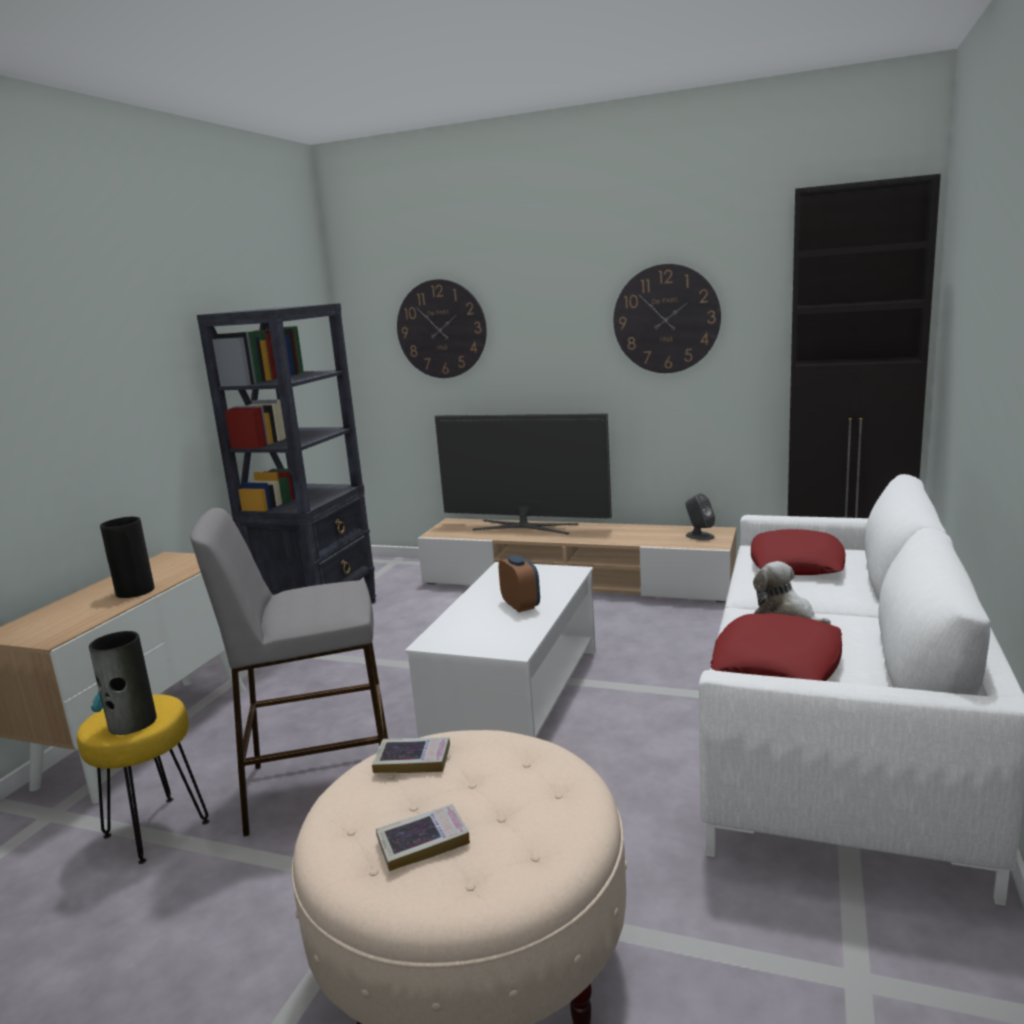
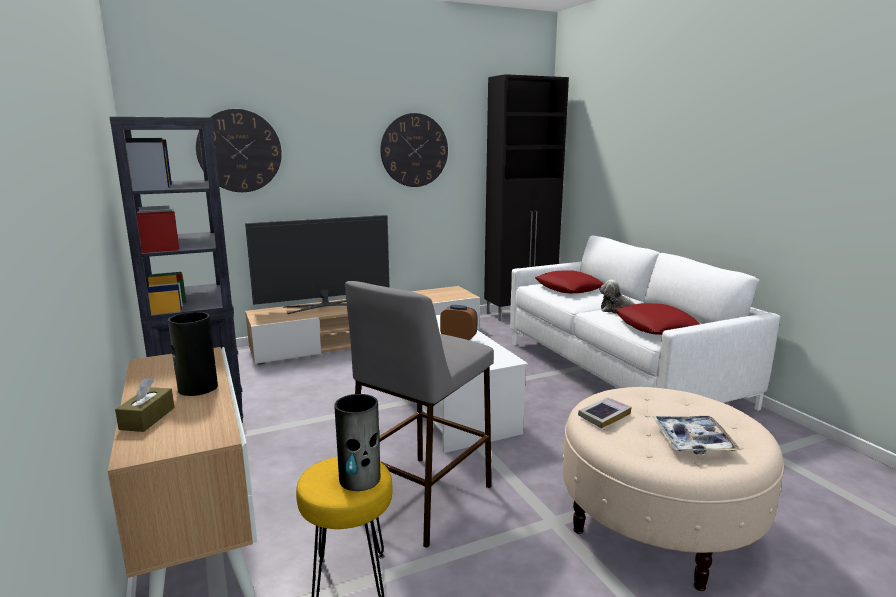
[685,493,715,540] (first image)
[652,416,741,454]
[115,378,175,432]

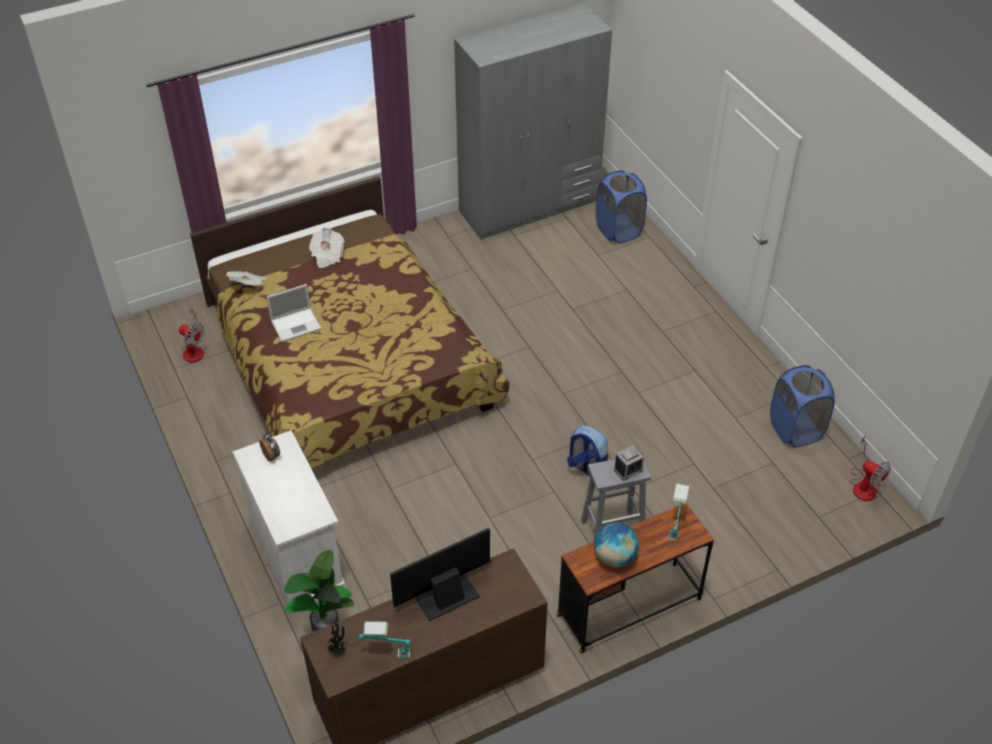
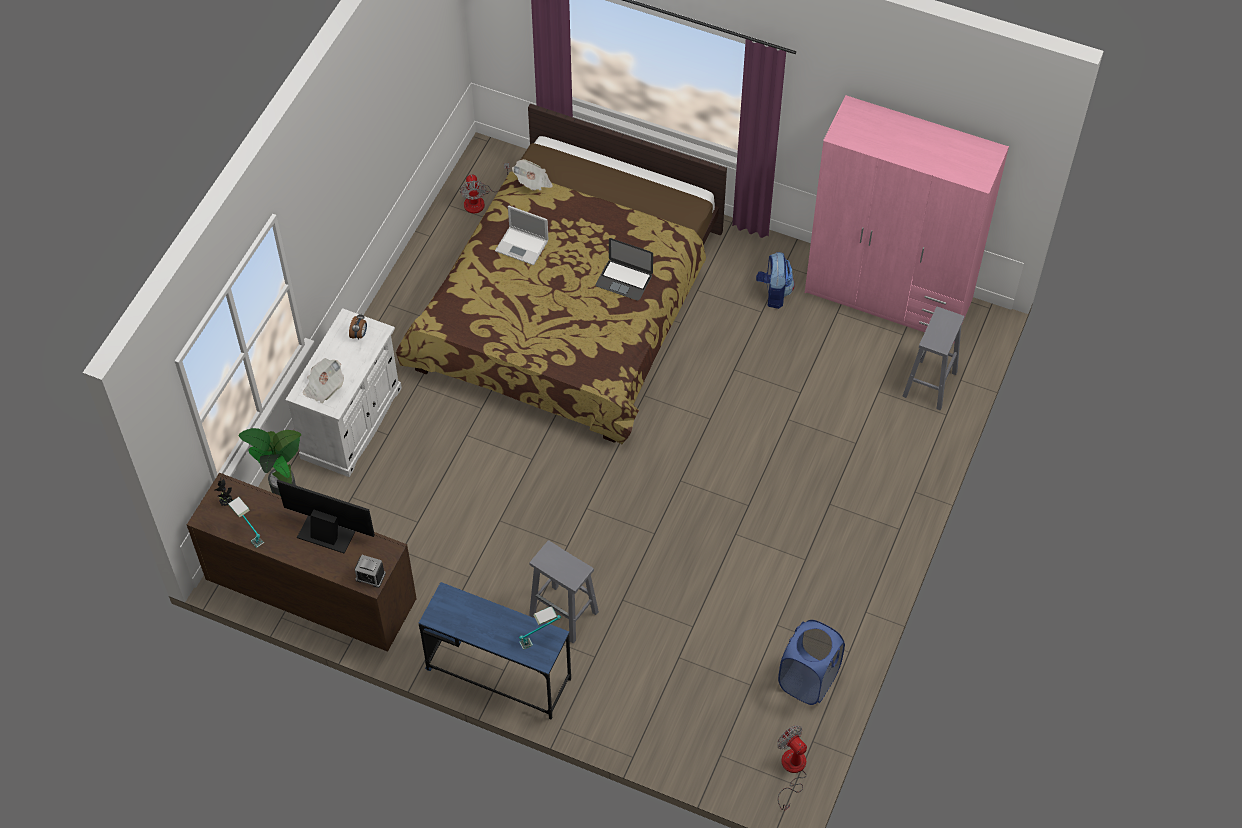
[805,95,1009,342]
[902,307,964,411]
[303,358,344,403]
[756,252,795,309]
[777,725,807,811]
[355,555,386,588]
[419,582,571,720]
[594,522,639,567] (first image)
[596,238,653,301]

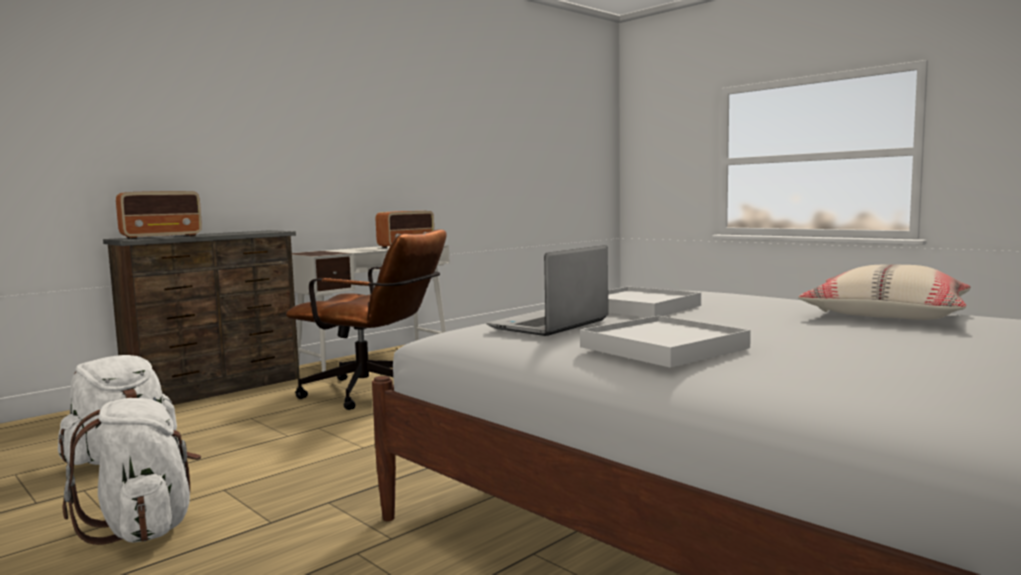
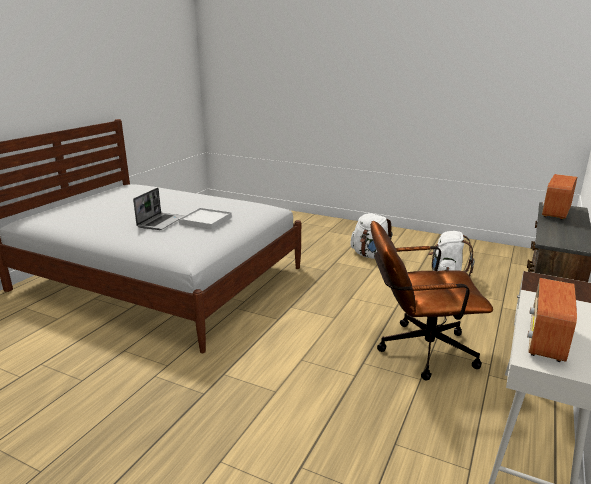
[133,188,184,230]
[799,265,971,320] (first image)
[580,316,751,368] (first image)

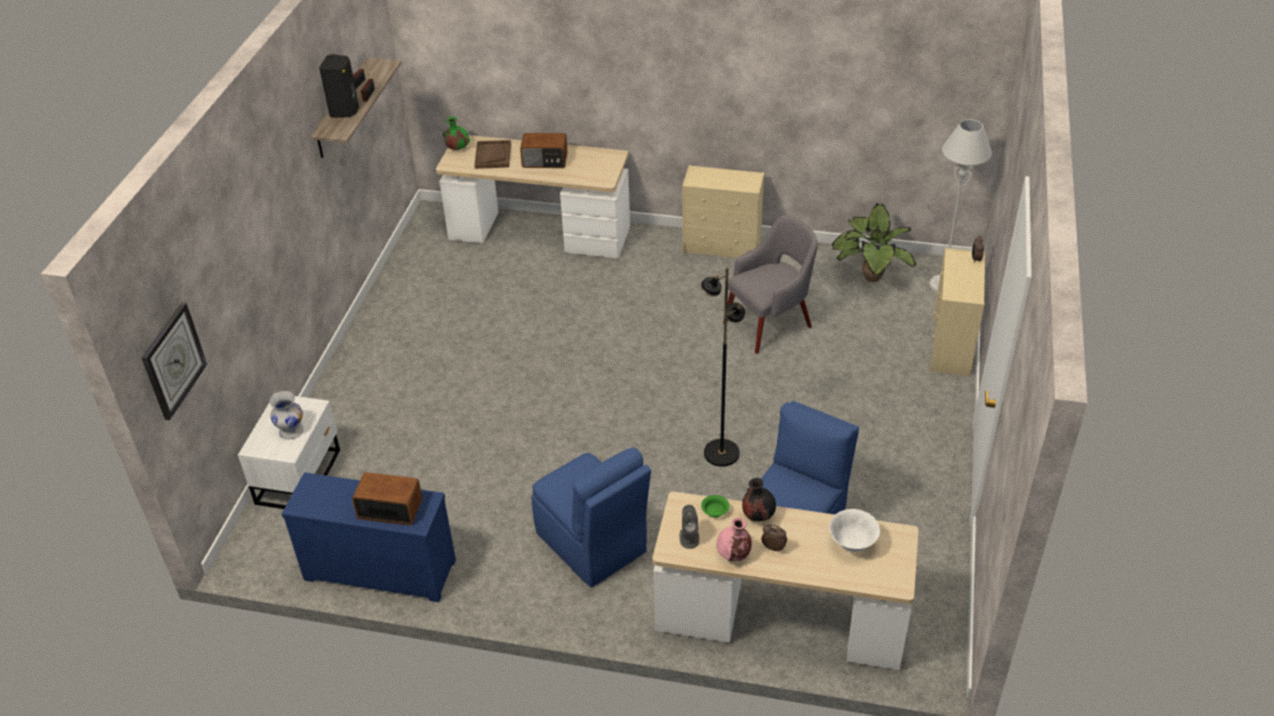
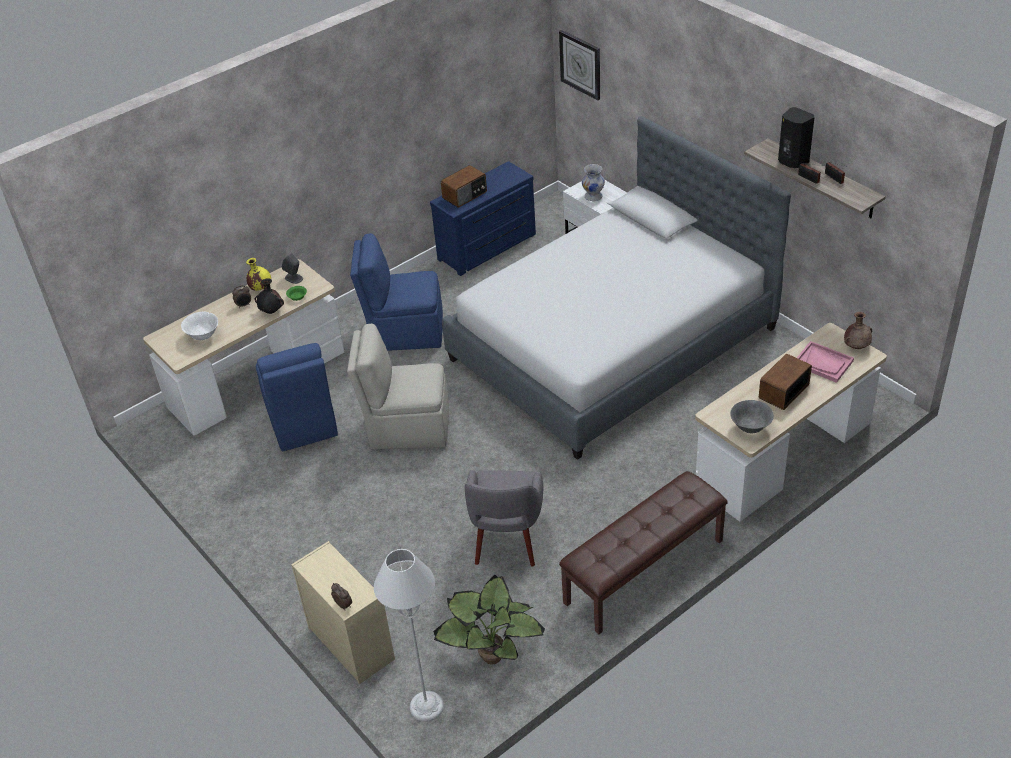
[844,312,872,349]
[797,341,854,383]
[559,471,728,634]
[347,324,449,449]
[246,258,271,291]
[442,116,791,460]
[730,400,774,434]

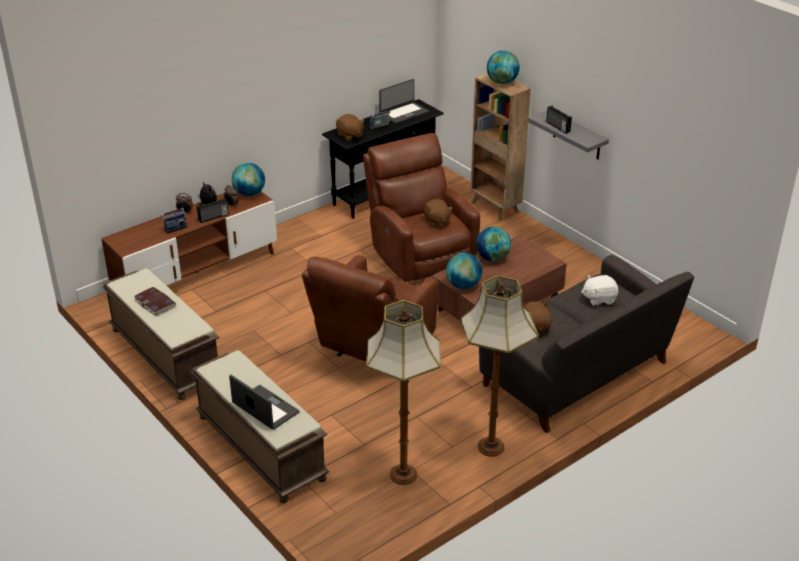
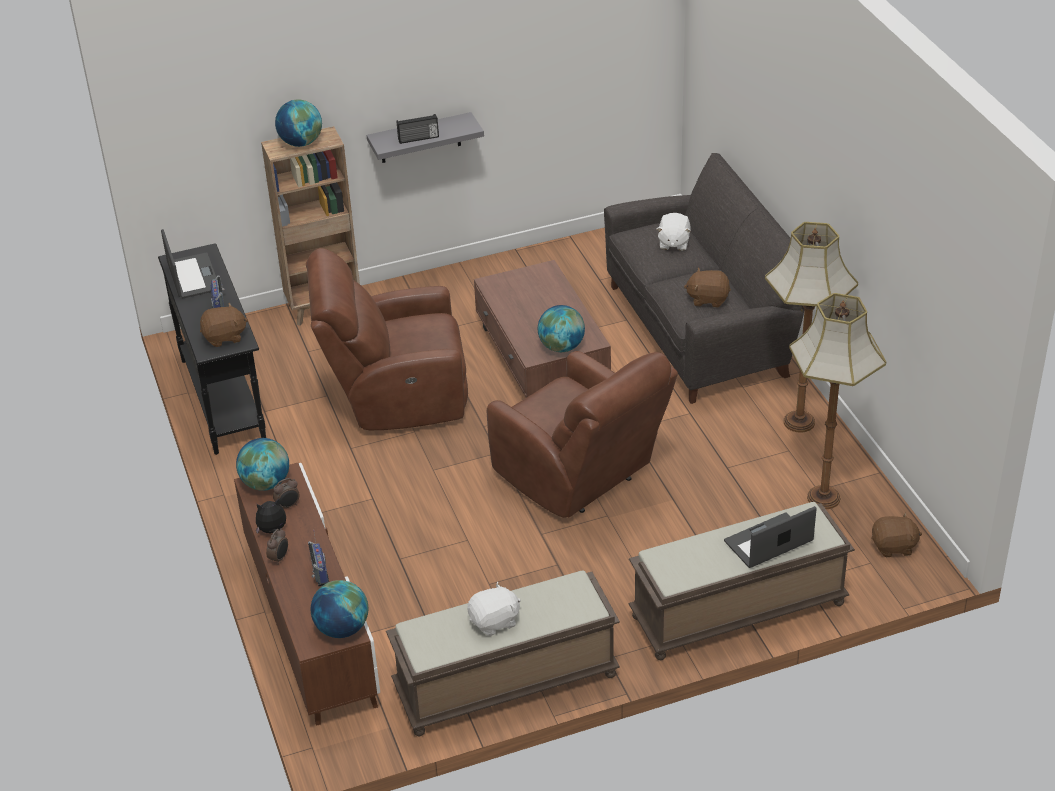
[197,198,229,223] (first image)
[871,513,922,557]
[311,580,368,638]
[467,582,521,636]

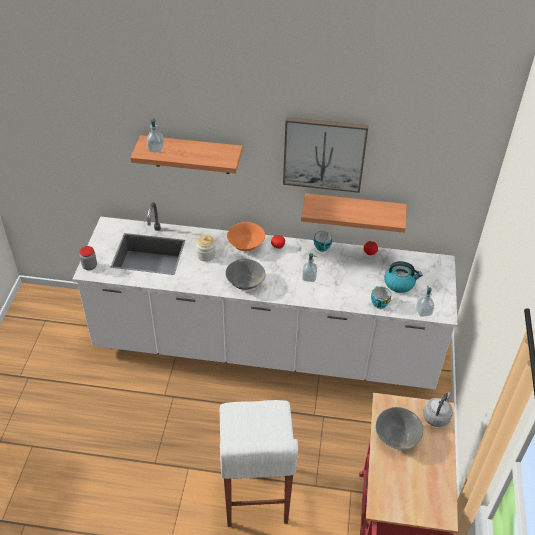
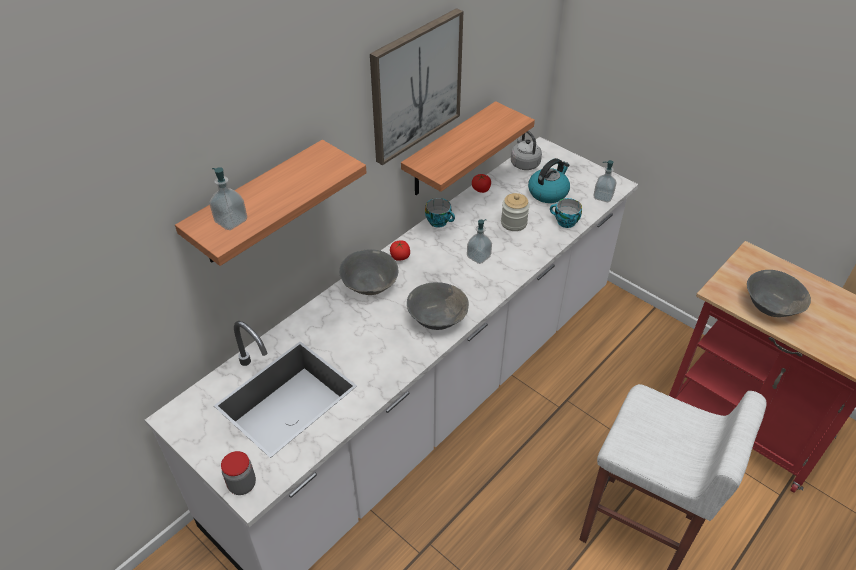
[339,249,398,295]
[501,193,530,231]
[511,131,542,170]

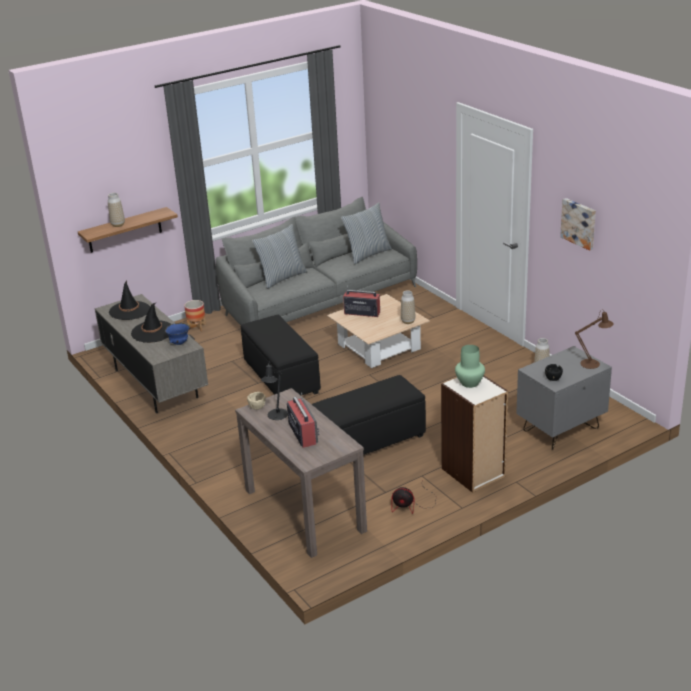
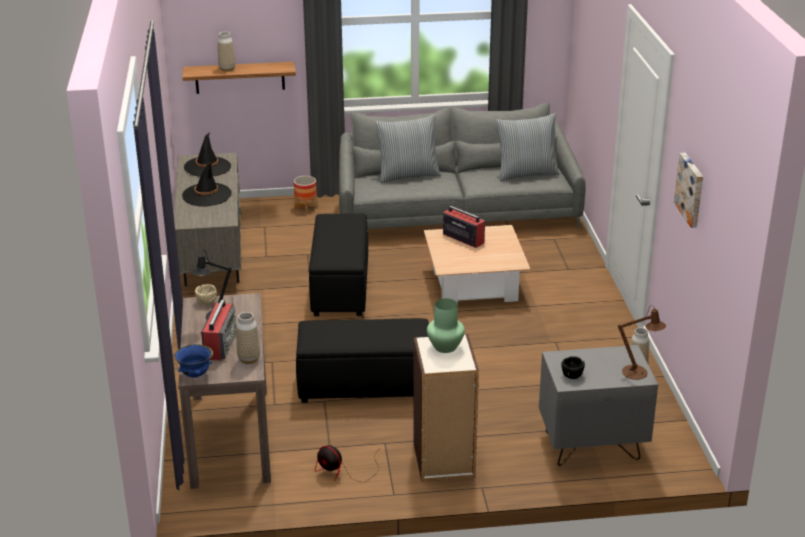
[236,312,260,364]
[175,344,213,378]

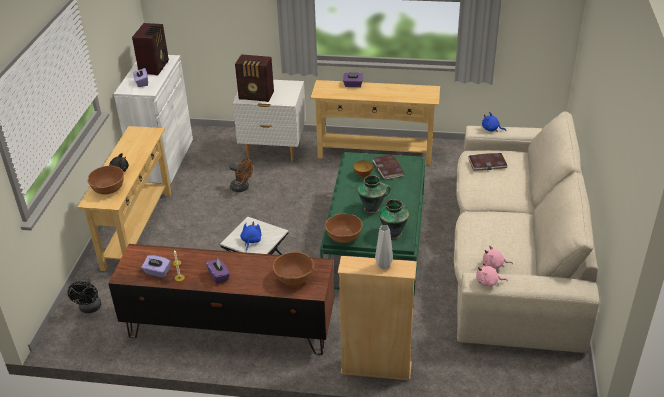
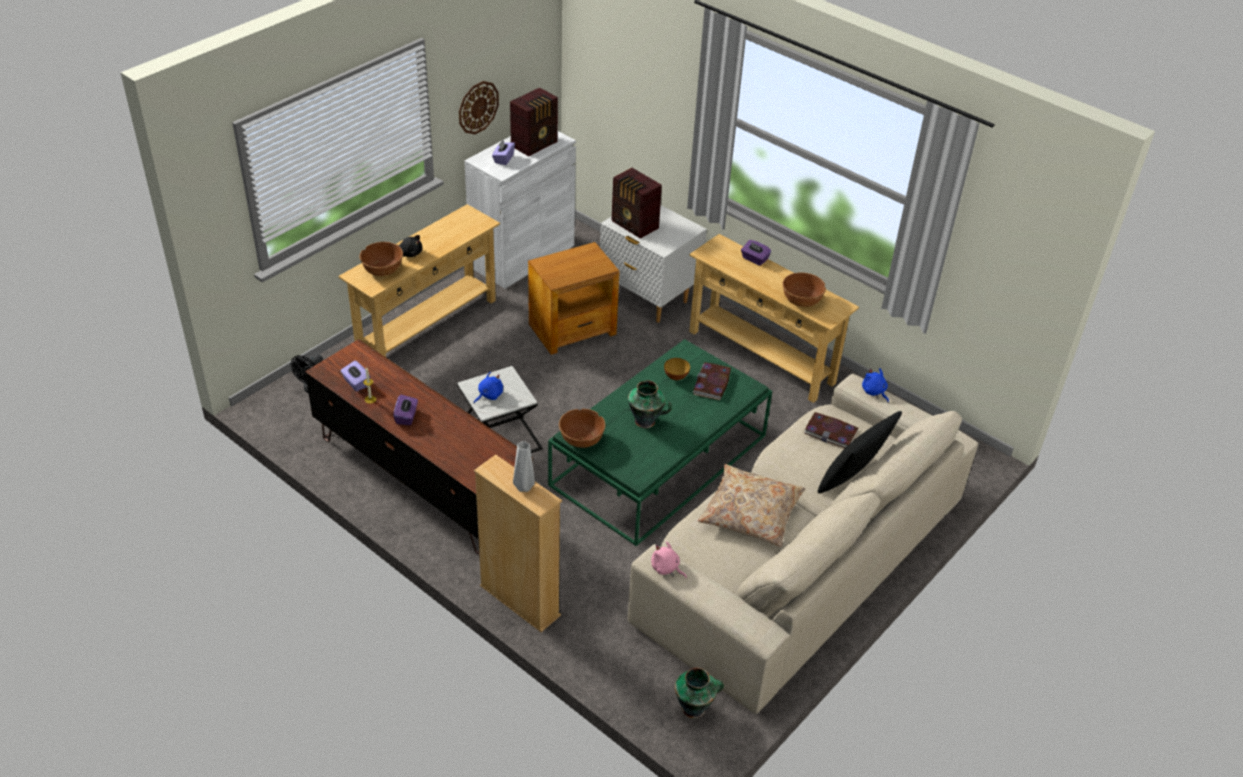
[528,242,620,355]
[675,668,724,718]
[483,245,513,269] (first image)
[782,272,826,307]
[459,81,499,134]
[818,411,902,493]
[698,464,805,547]

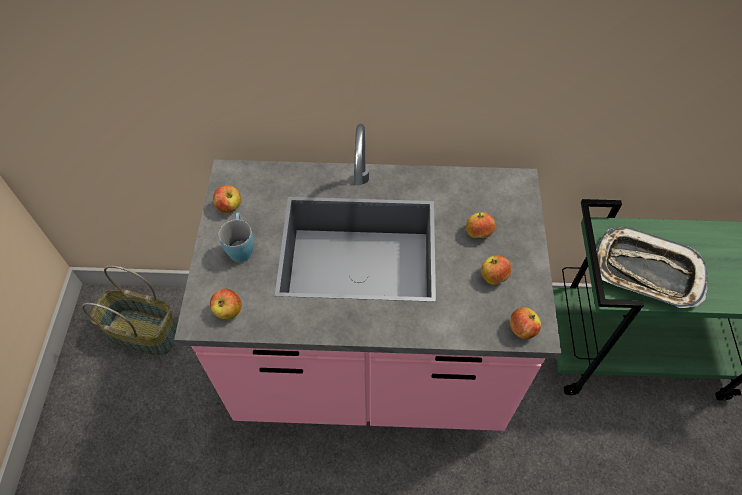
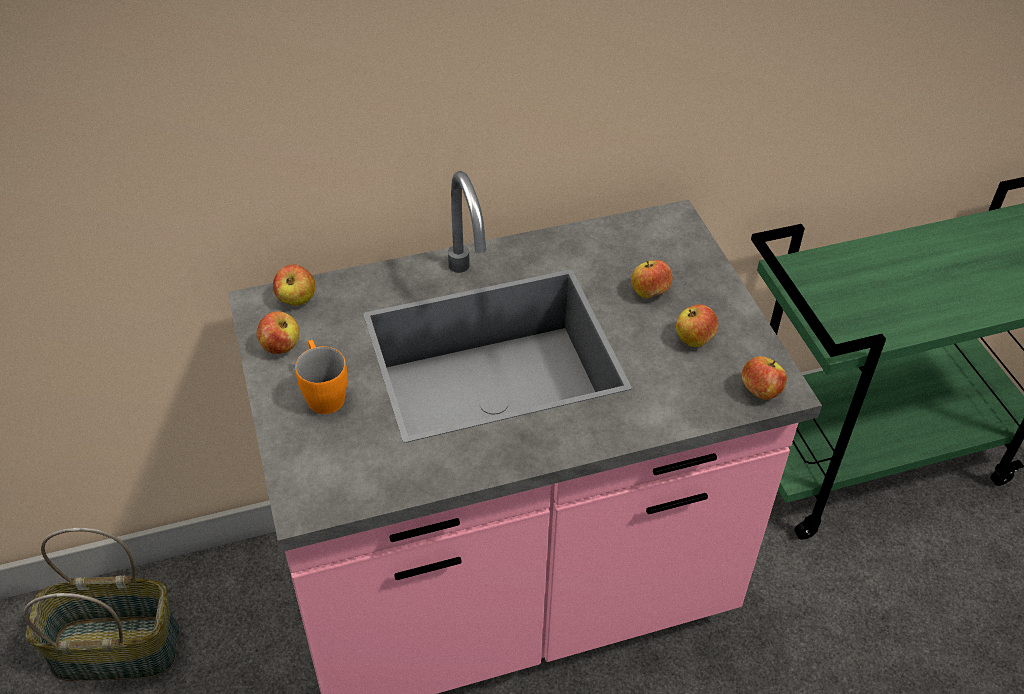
[295,340,348,414]
[596,227,708,308] (first image)
[273,265,316,306]

